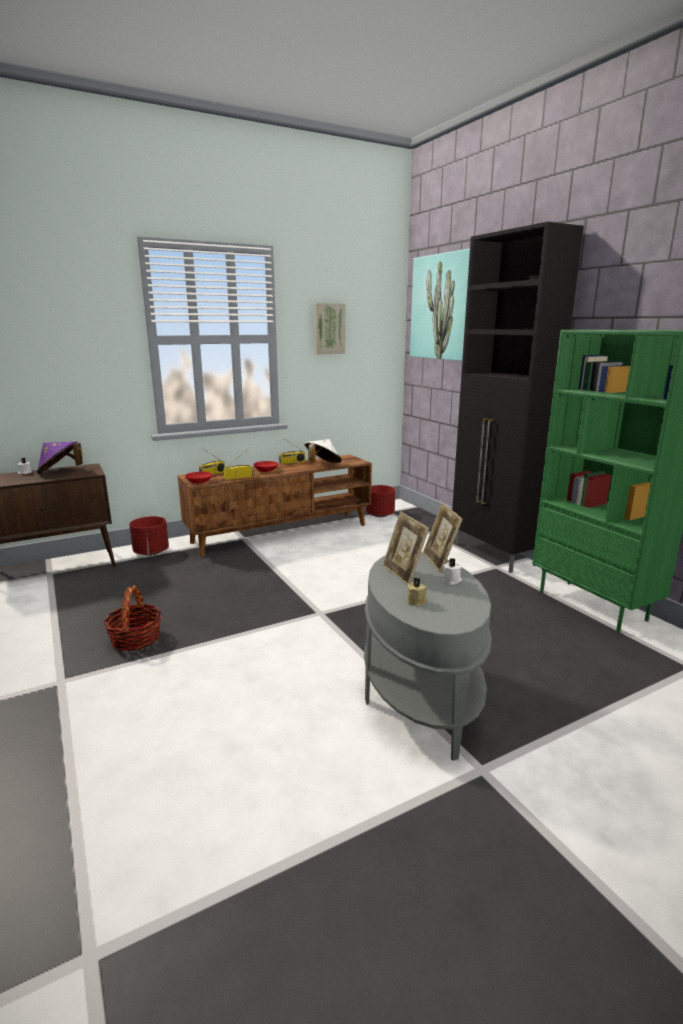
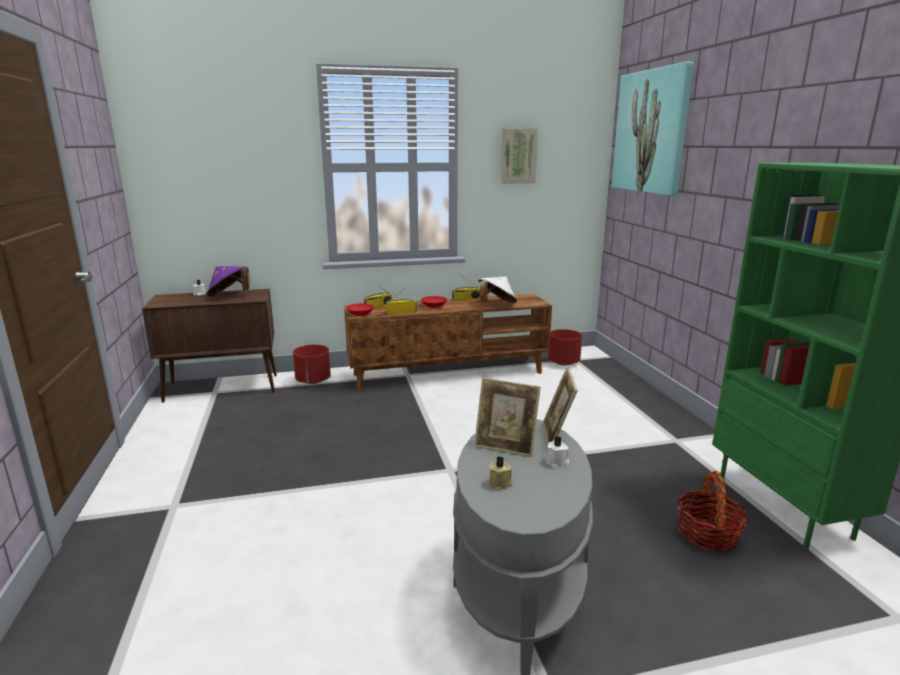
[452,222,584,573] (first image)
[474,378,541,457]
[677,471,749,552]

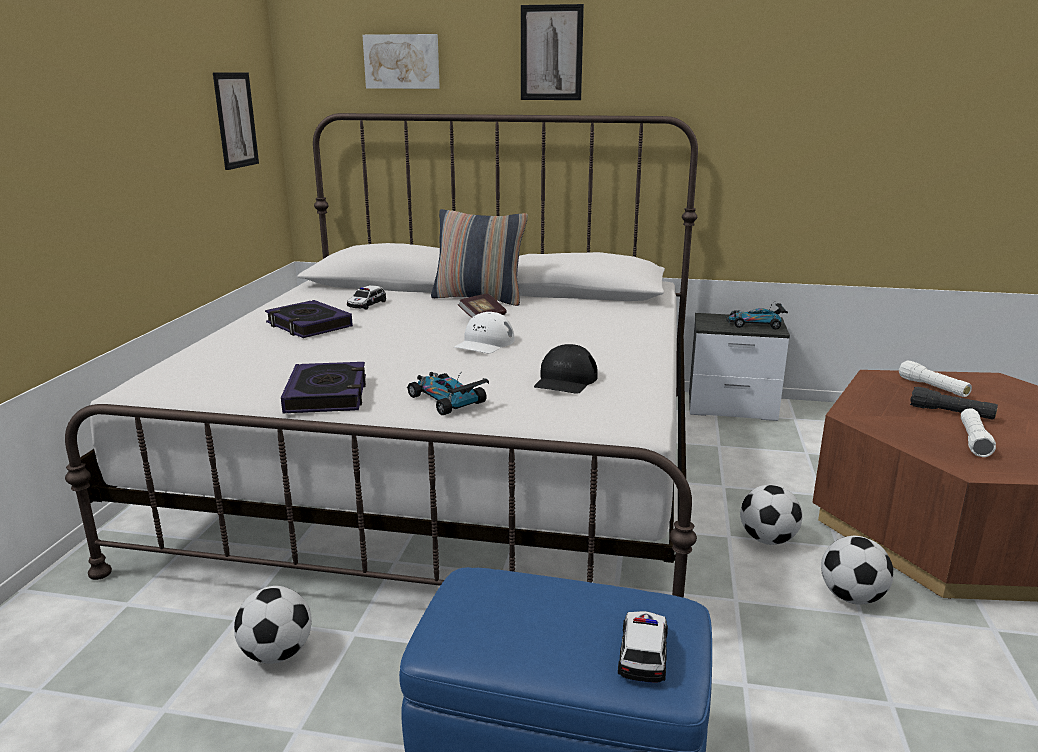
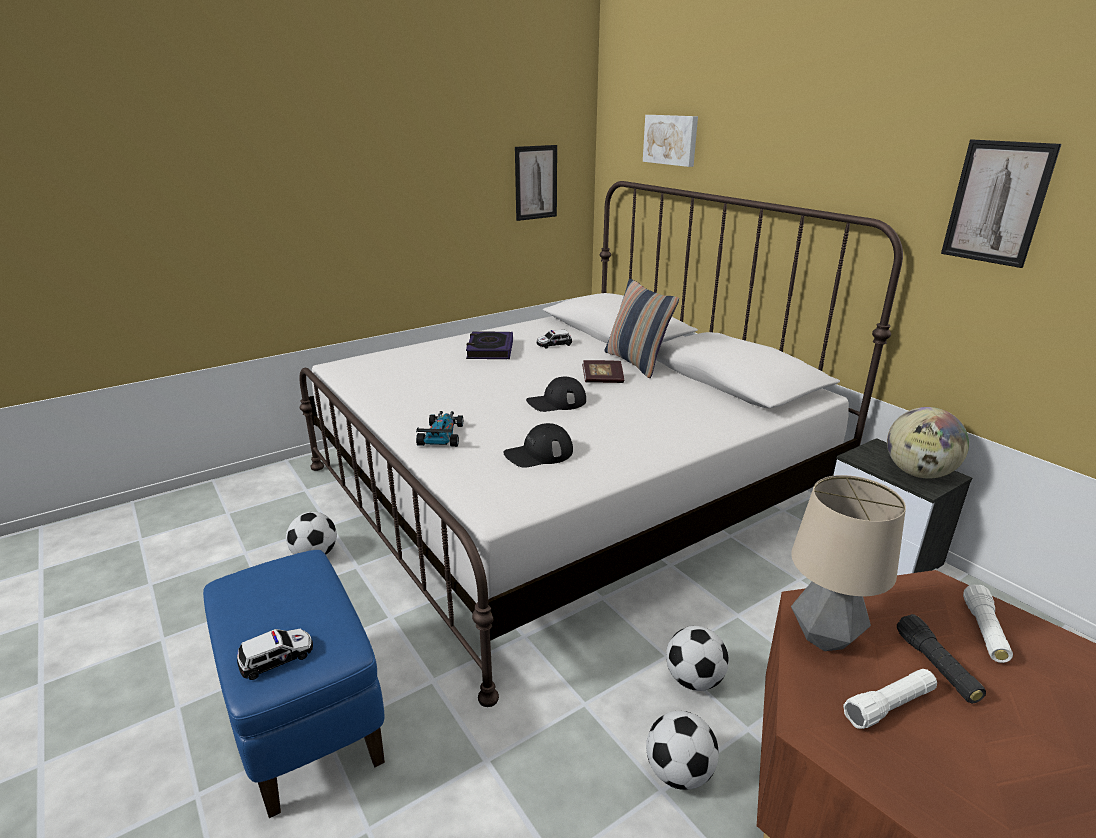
[941,139,1061,268]
[887,407,969,479]
[526,377,586,412]
[281,362,366,413] (first image)
[791,475,906,651]

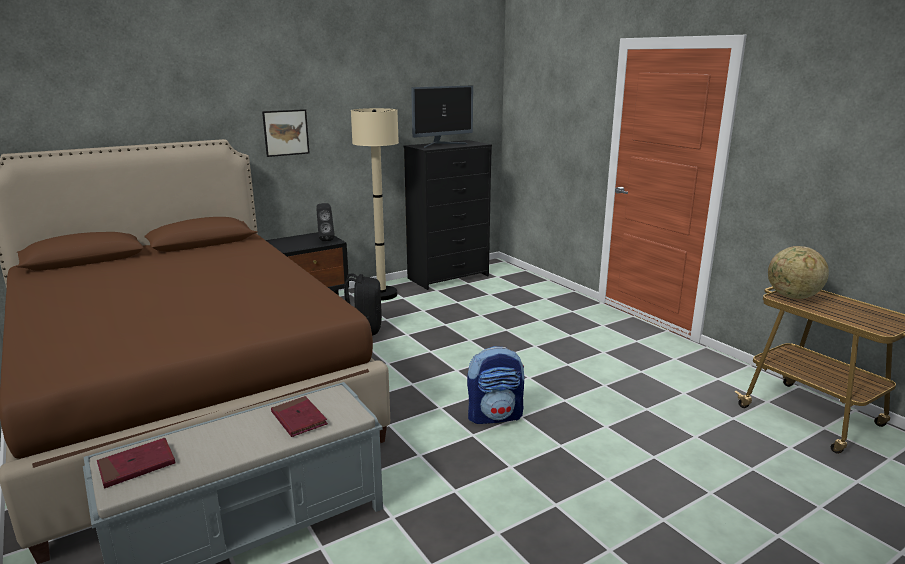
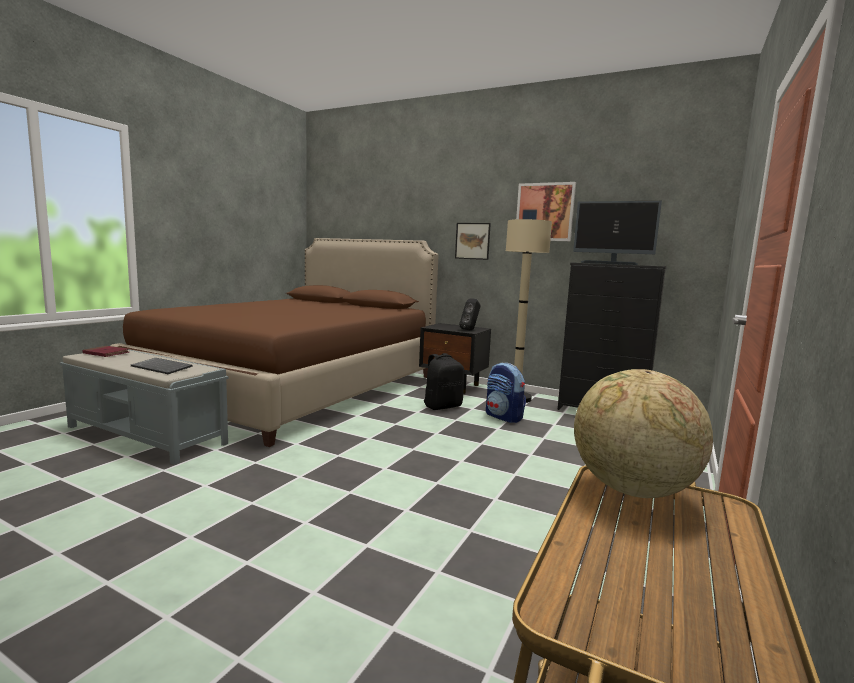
[486,363,526,423]
[131,358,193,374]
[516,182,576,241]

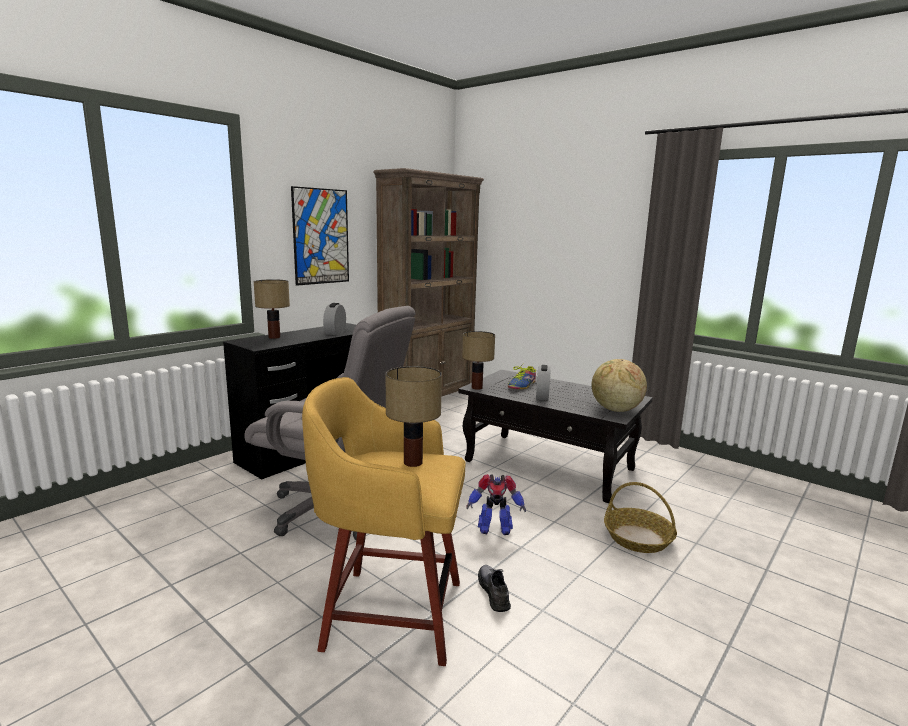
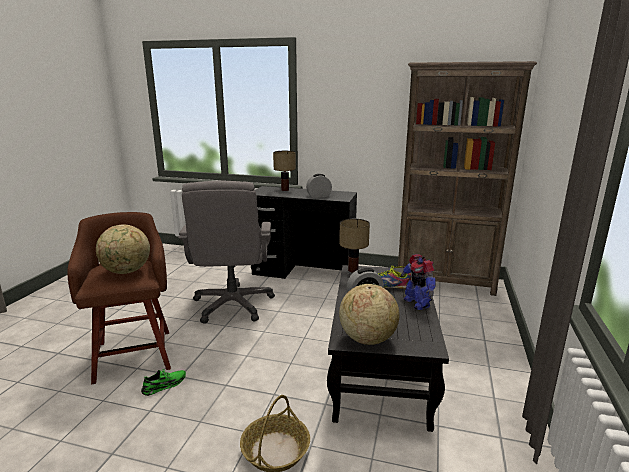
[291,186,349,286] (first image)
[96,224,150,274]
[67,212,171,384]
[401,254,436,310]
[141,369,186,396]

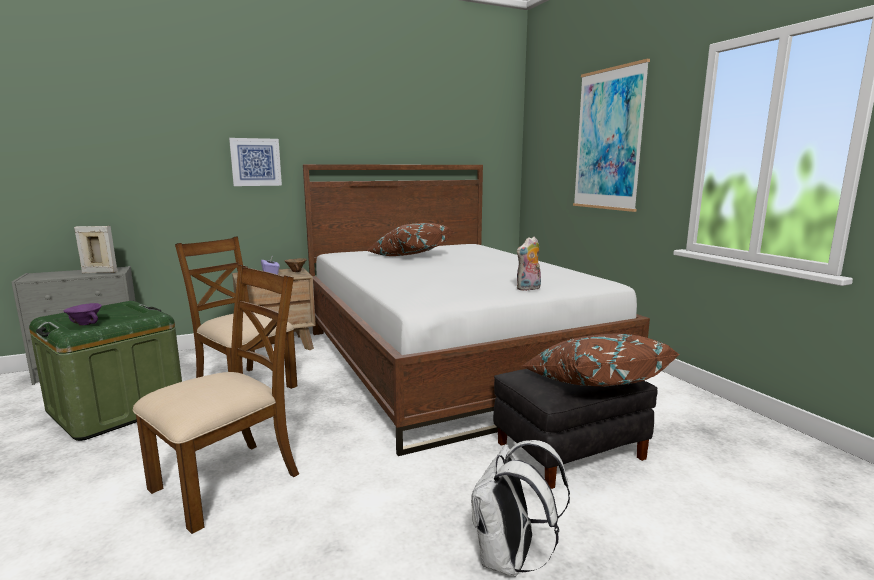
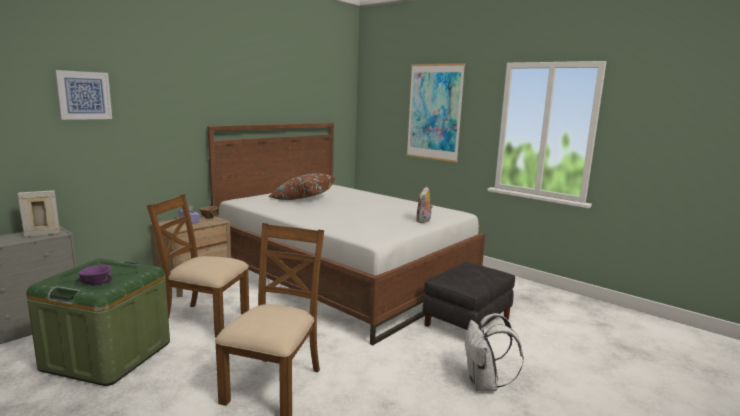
[55,70,112,120]
[522,334,680,387] (first image)

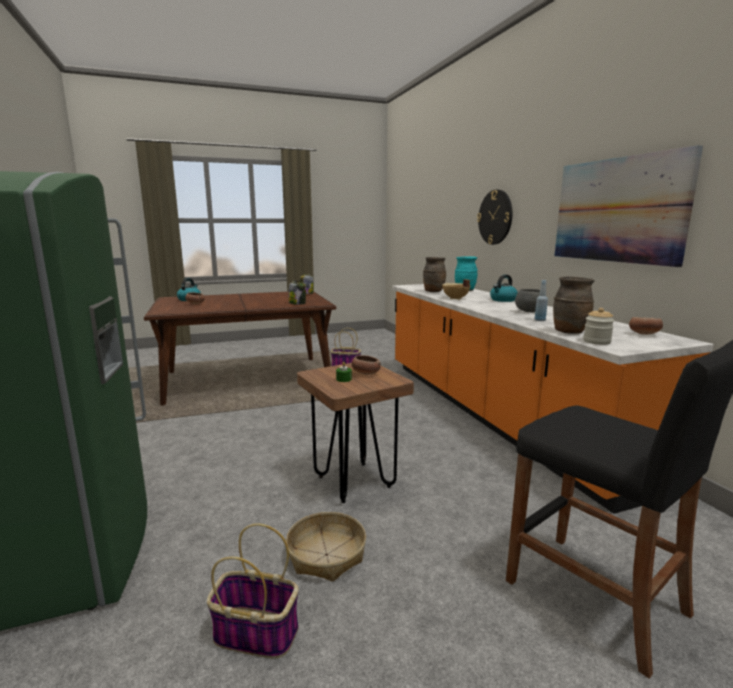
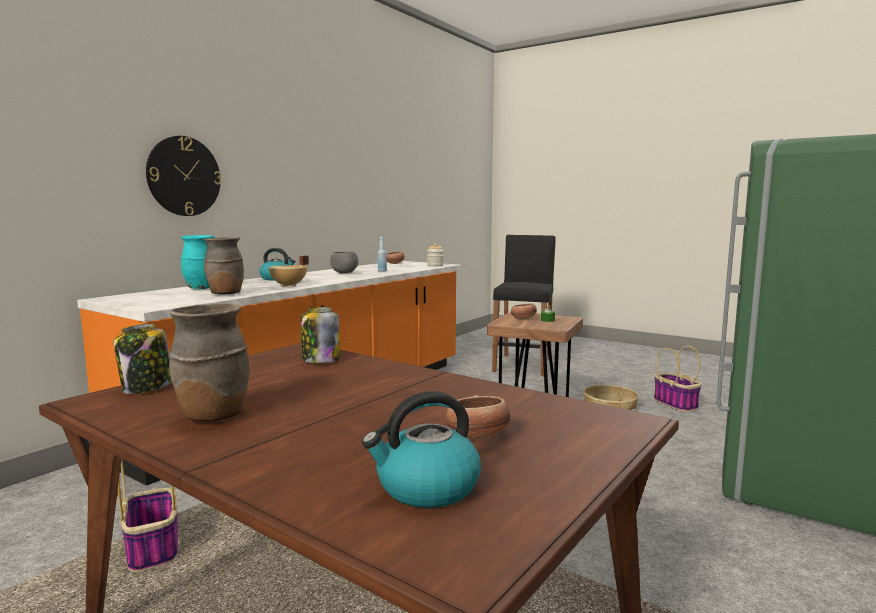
[555,145,703,267] (first image)
[169,303,250,421]

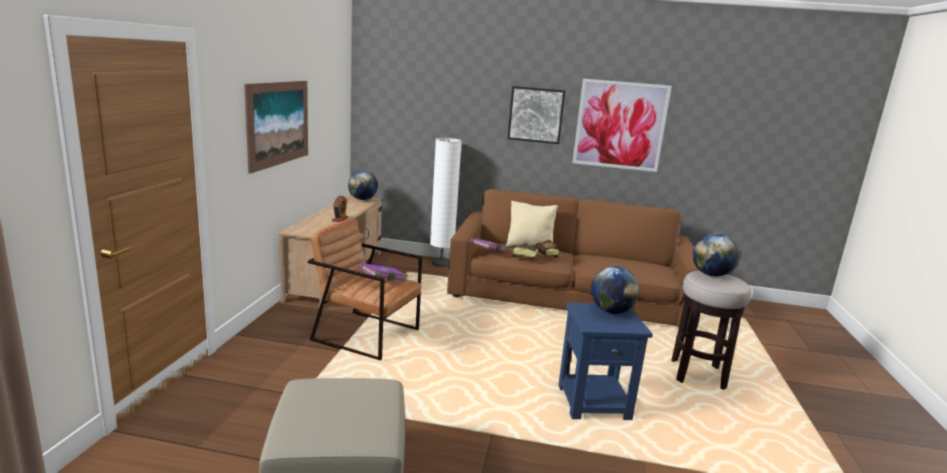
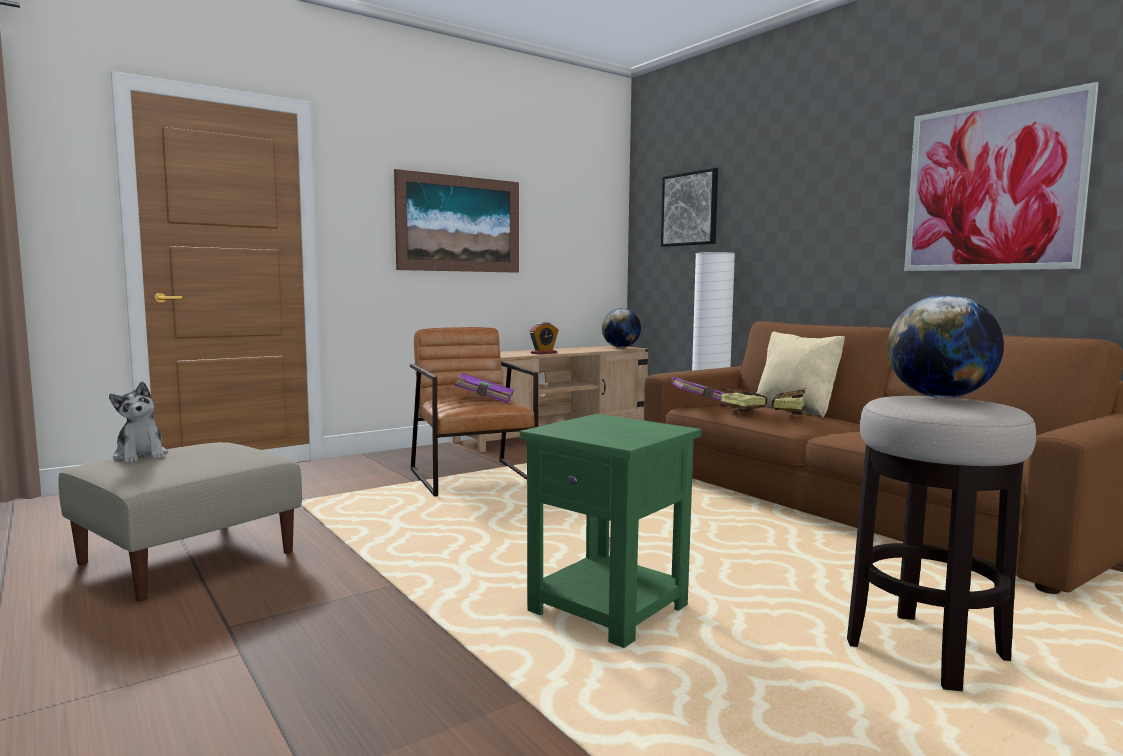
[661,168,718,247]
[591,266,640,314] (first image)
[520,414,701,648]
[109,381,168,463]

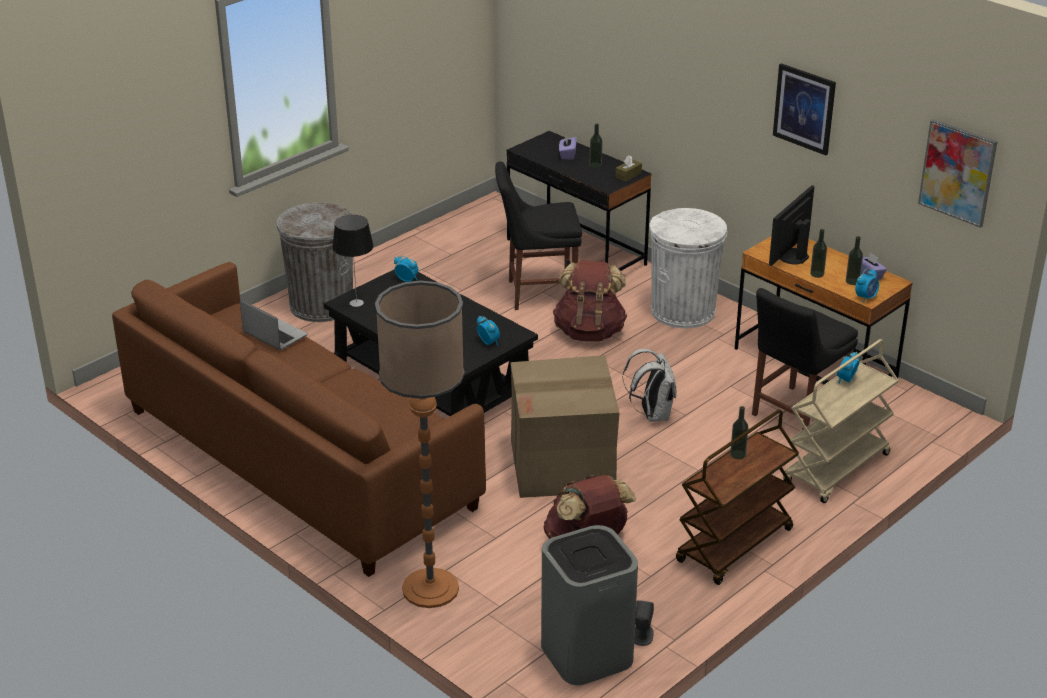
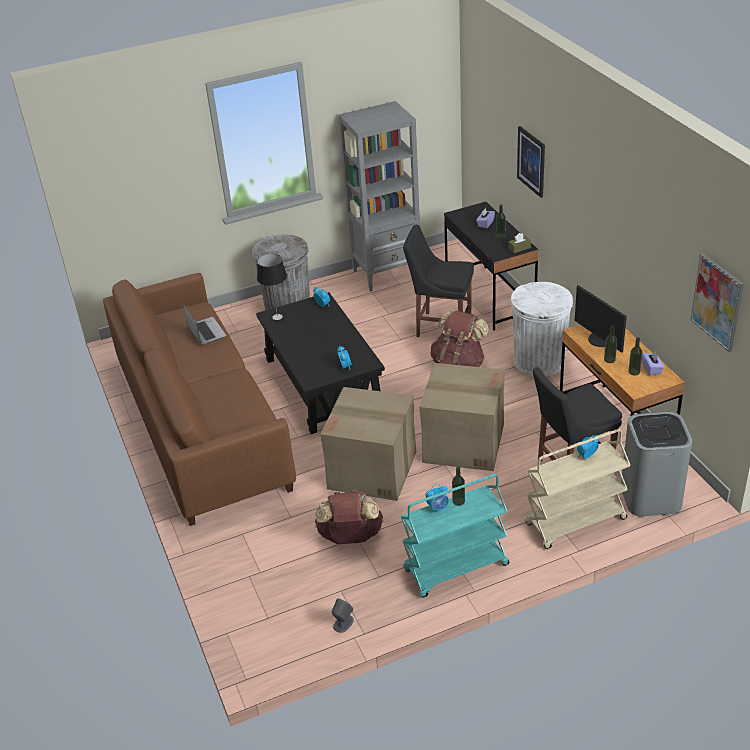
[517,126,545,198]
[575,285,627,353]
[426,485,449,513]
[375,281,465,608] (first image)
[419,363,505,471]
[401,474,509,597]
[621,412,692,517]
[339,101,420,292]

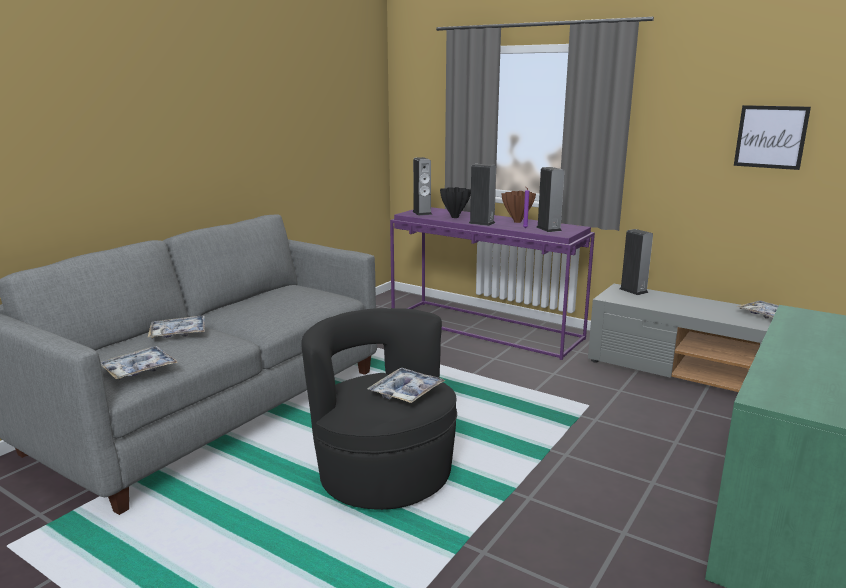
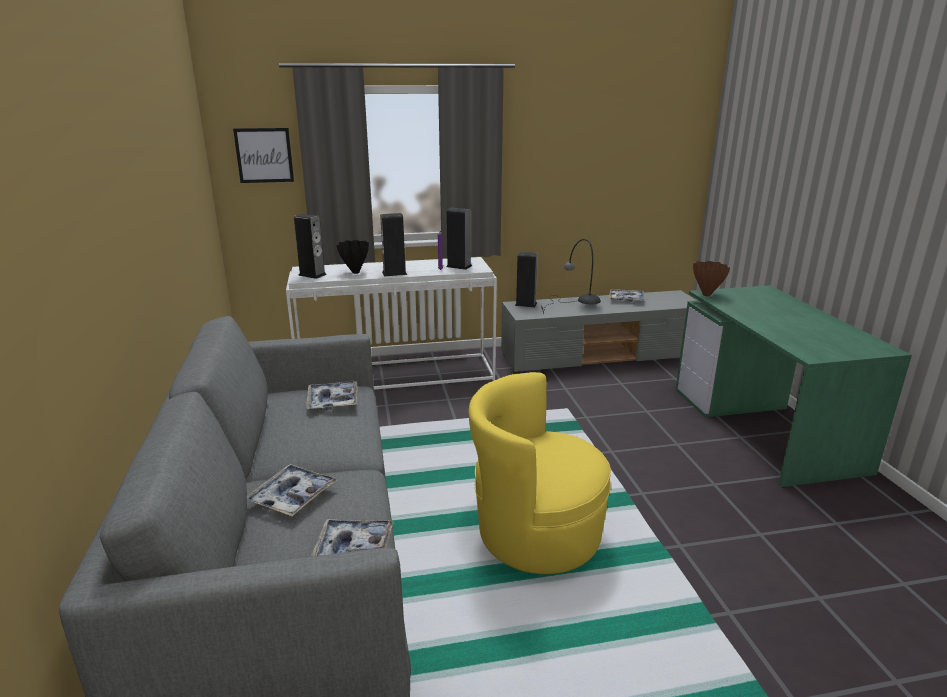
[233,128,294,183]
[693,261,730,297]
[286,257,497,390]
[469,372,611,574]
[306,381,357,411]
[541,239,601,314]

